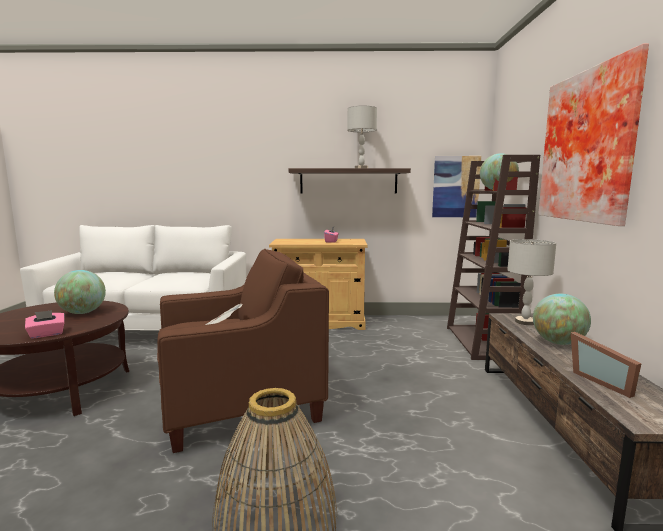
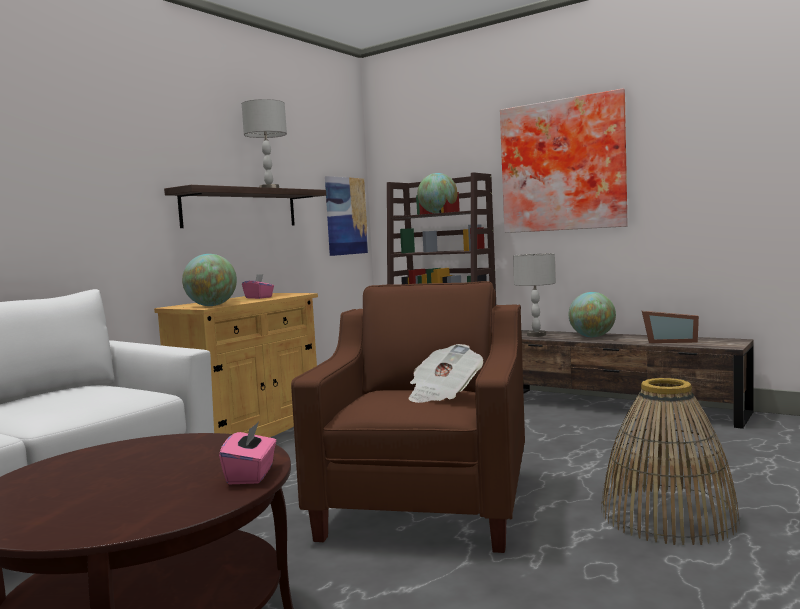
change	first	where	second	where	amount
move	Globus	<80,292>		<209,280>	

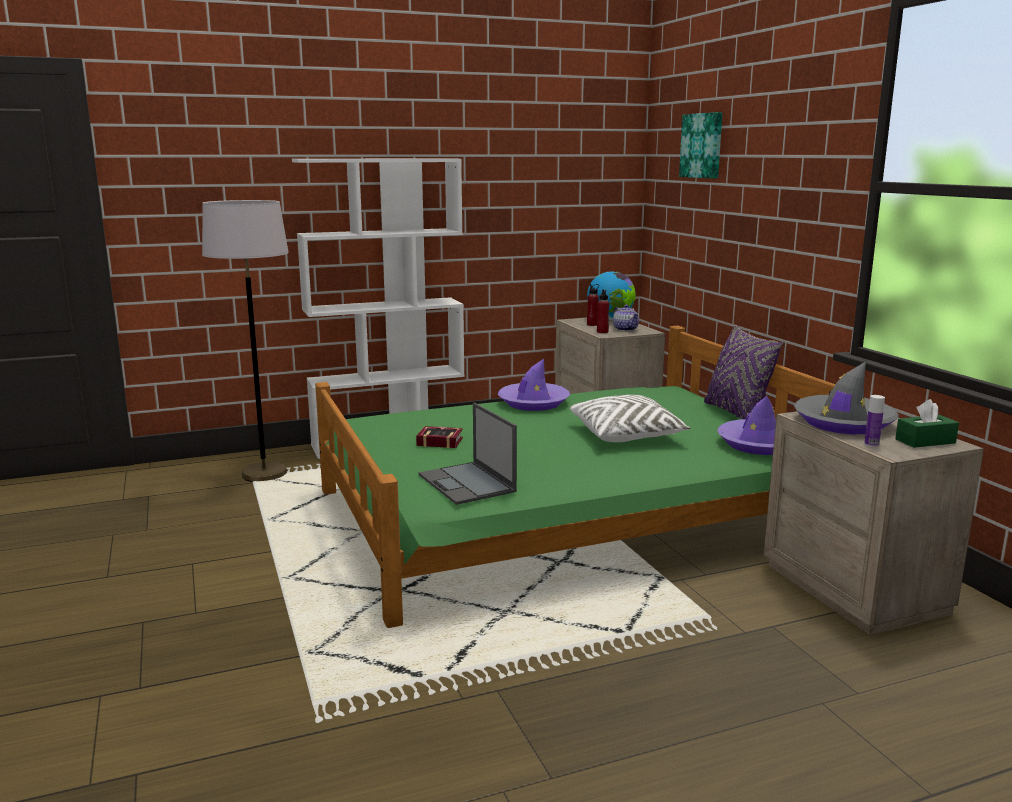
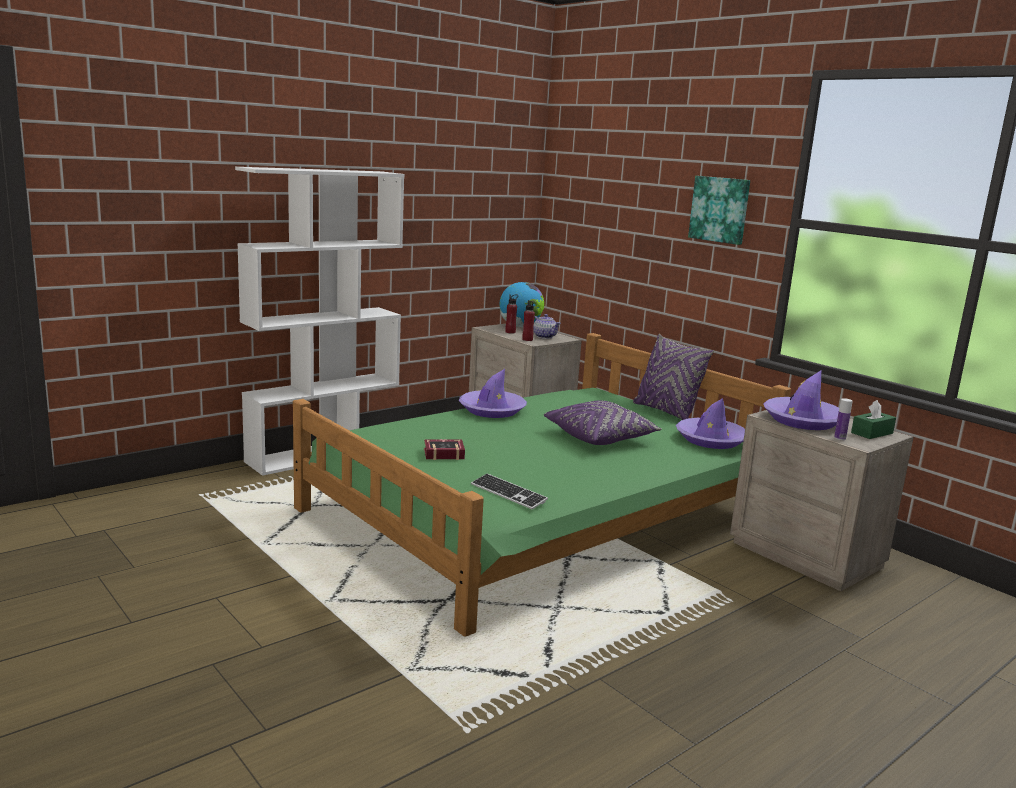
change	first	where	second	where	amount
replace	Laptop	<468,454>	Tastatur	<509,491>	
recolor	Kissen (weiß)	<629,418>	Kissen (lila)	<603,423>	
move	Bild	<701,145>		<719,210>	
recolor	Hut (grau)	<846,397>	Hut (lila)	<801,400>	
delete	Stehlampe (grau)	<245,341>			

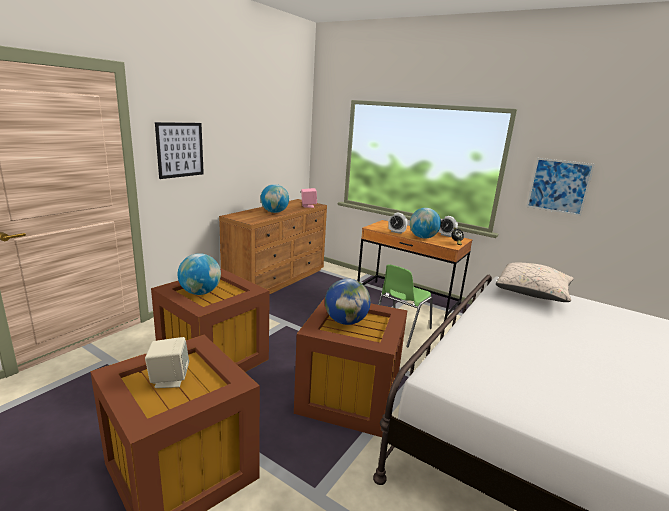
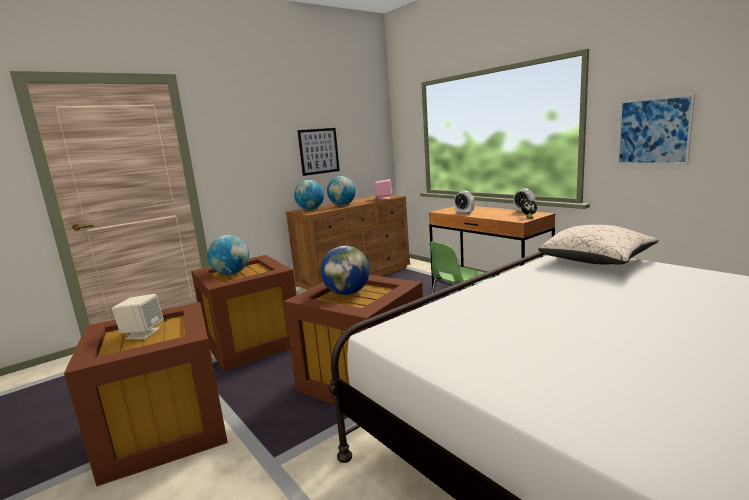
change	first	where	second	where	amount
move	Globus	<425,223>		<309,195>	
move	Bild	<179,150>		<318,152>	

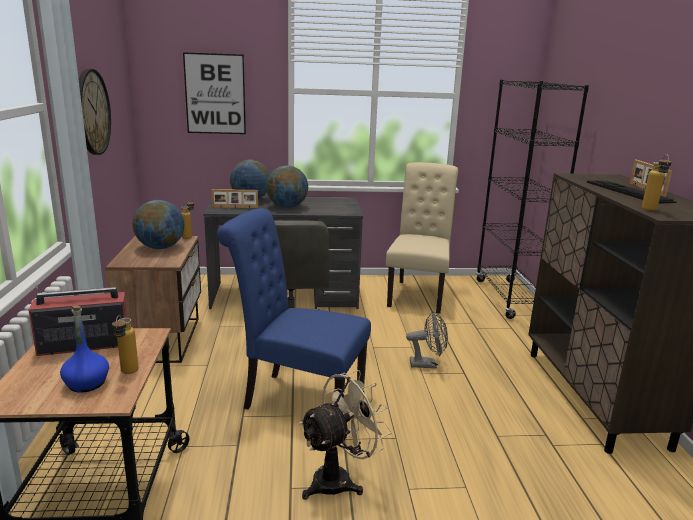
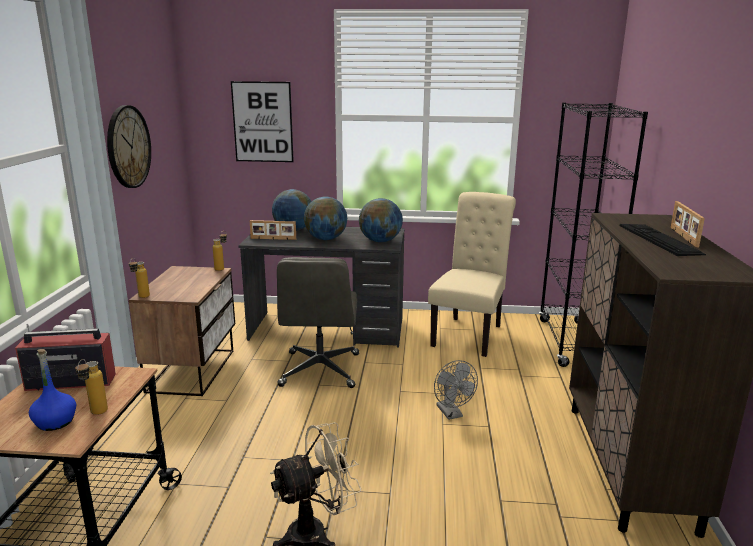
change	first	where	second	where	amount
move	Flasche	<656,182>		<139,278>	
move	Globus	<158,224>		<381,220>	
rotate	Ventilator (grau)	<427,339>		<456,390>	60 degrees clockwise
delete	Stuhl (blau)	<294,308>			

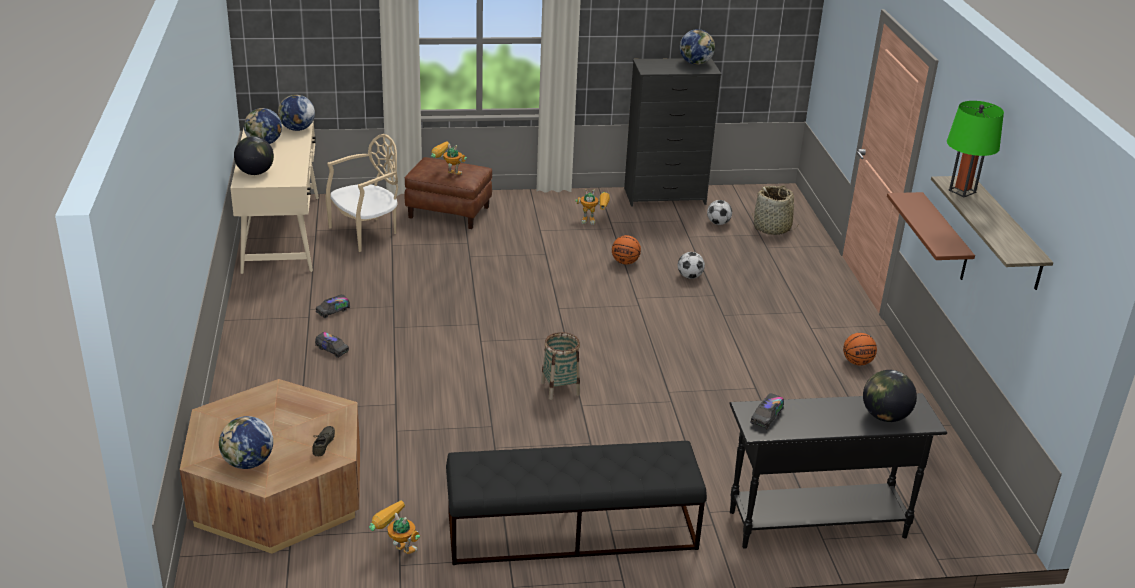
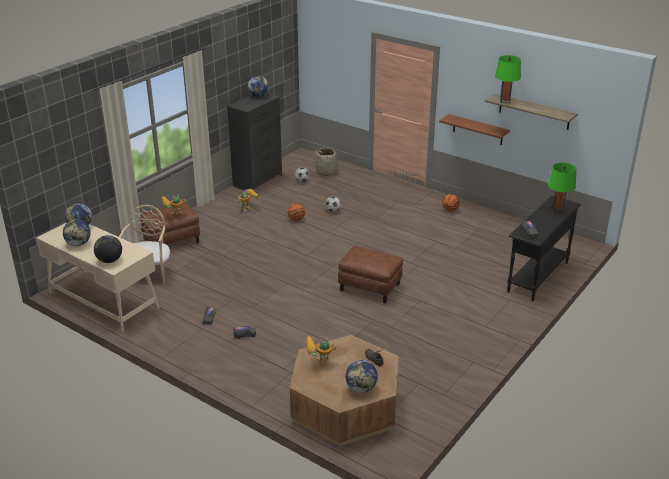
change	first	where	second	where	amount
move	Spielzeugroboter	<394,527>		<321,349>	
replace	Korb	<560,366>	Polsterhocker (braun)	<370,275>	
replace	Globus	<890,396>	Tischlampe (grün)	<562,188>	
delete	Bank (schwarz)	<576,503>			

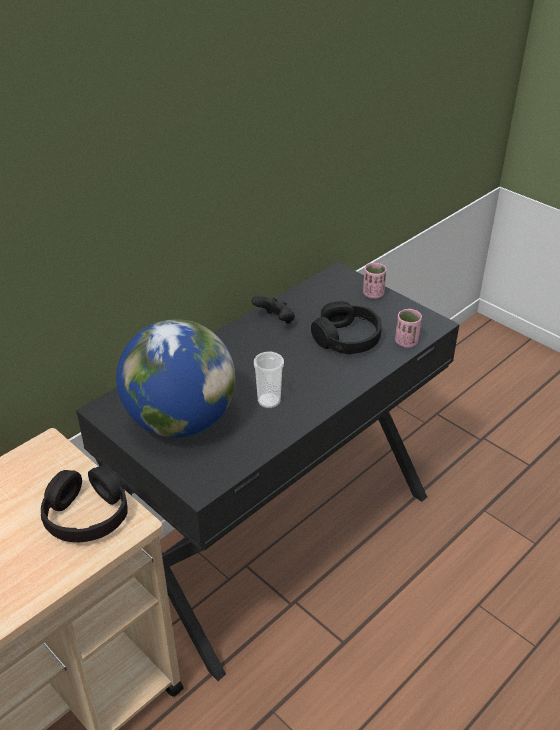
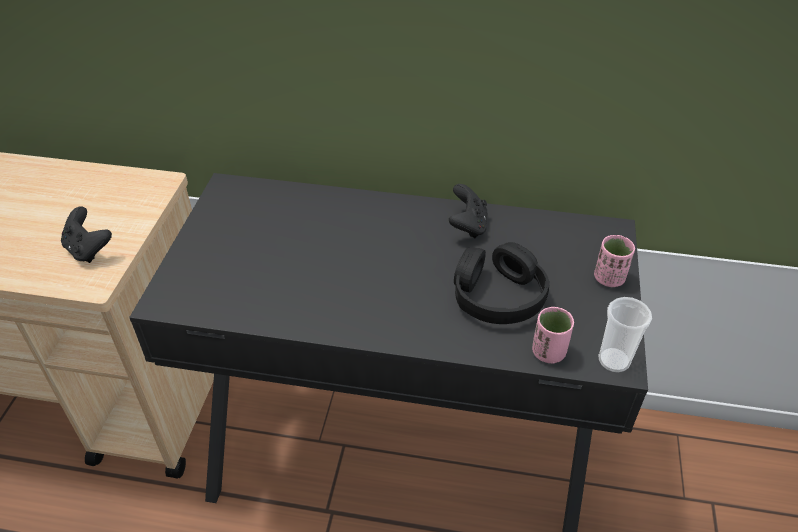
change	first	where	second	where	amount
replace	Kopfhörer (schwarz)	<84,503>	Gamepad (schwarz)	<86,234>	
move	Tasse	<269,380>		<625,335>	
delete	Globus	<176,378>			

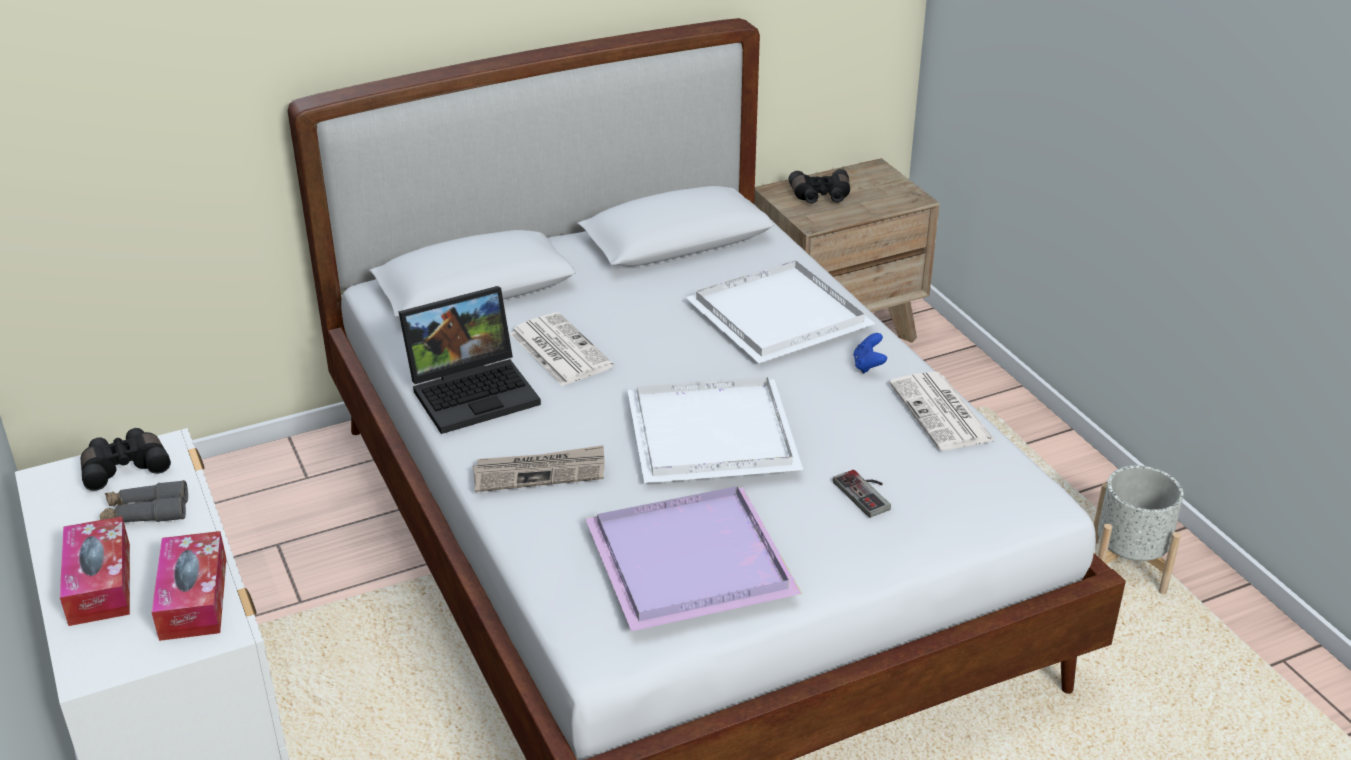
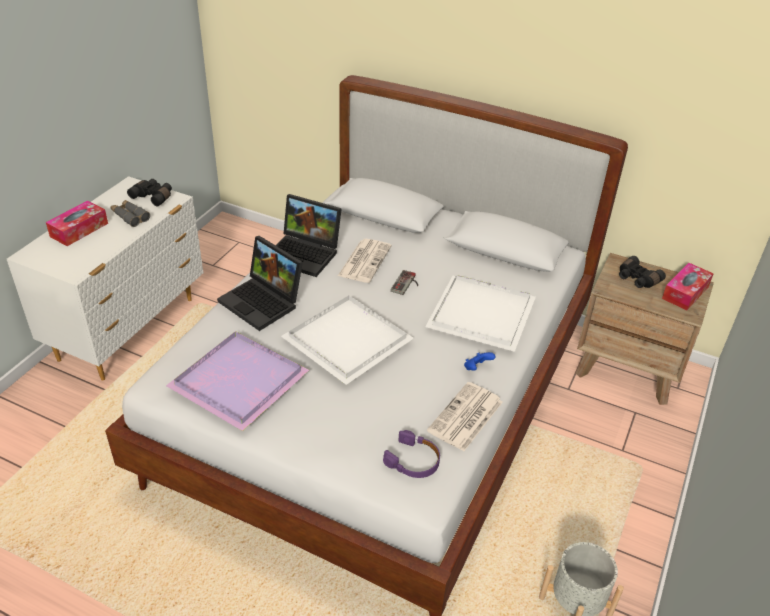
change	first	where	second	where	amount
replace	Zeitung	<539,468>	Laptop	<260,283>	
insert			Kopfhörer (lila)	<411,454>	
move	Gamepad	<862,494>		<404,282>	
move	Taschentuchbox	<189,586>		<688,286>	

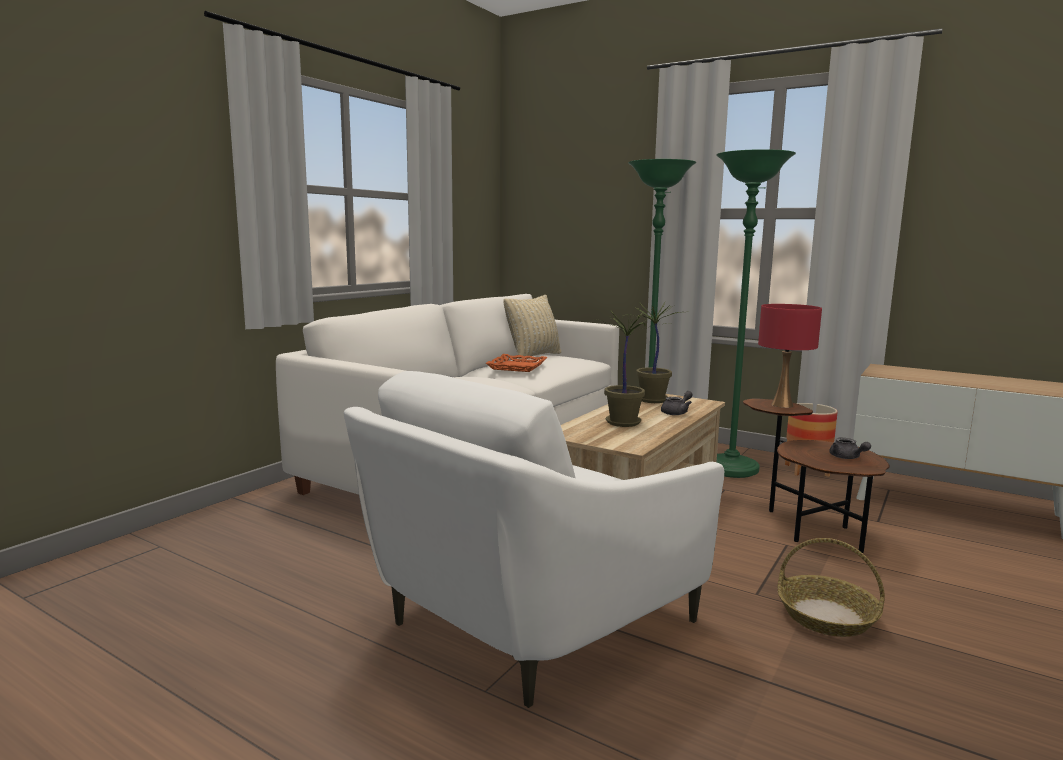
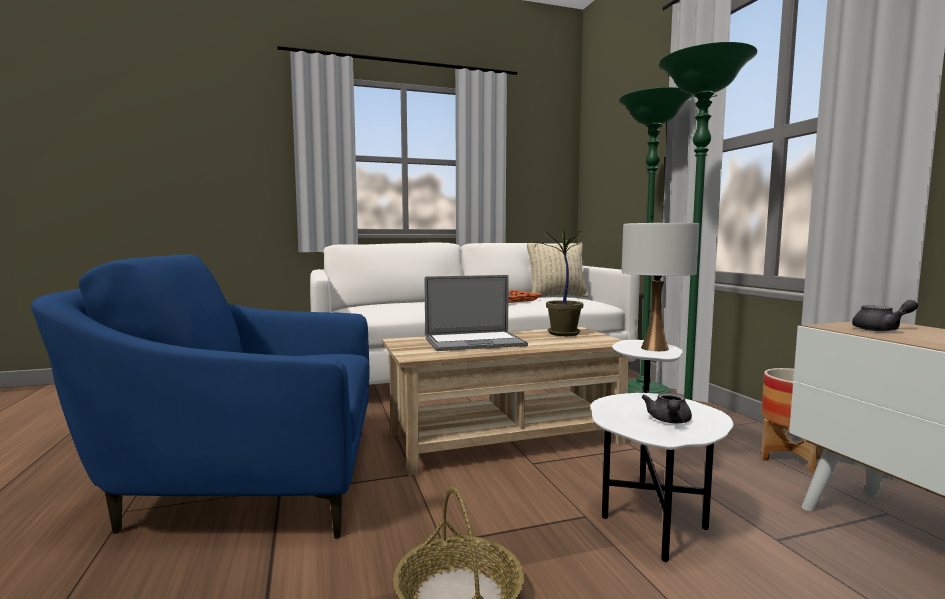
change	first	where	second	where	amount
recolor	Sessel (weiß)	<534,539>	Sessel (blau)	<200,396>	
replace	Topfpflanze	<628,369>	Laptop	<476,313>	
recolor	Beistelltisch (braun)	<816,475>	Beistelltisch (weiß)	<662,451>	
recolor	Tischlampe (rot)	<790,356>	Tischlampe (weiß)	<660,287>	
move	Teekanne (grau)	<677,403>		<885,315>	

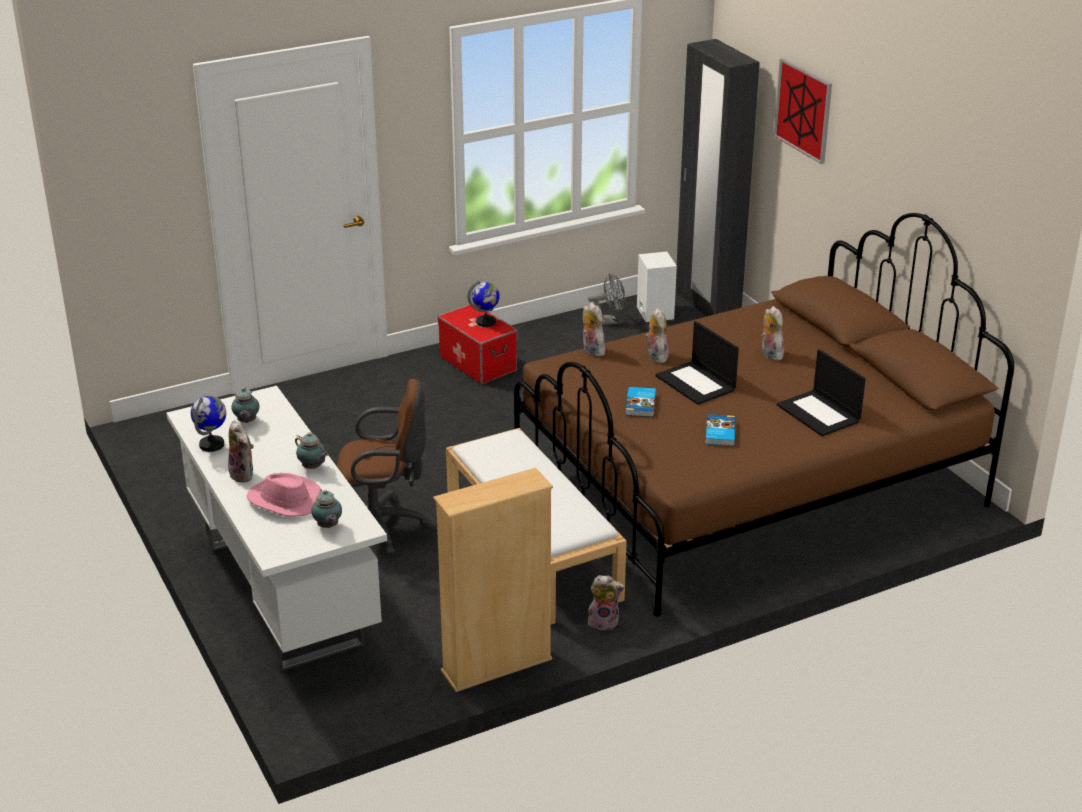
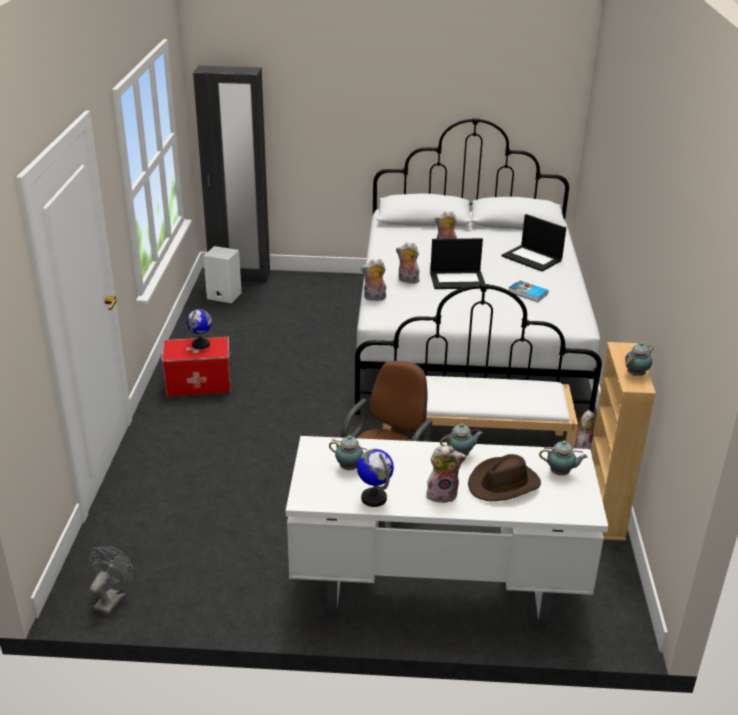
change	first	where	second	where	amount
move	Ventilator (grau)	<606,299>		<112,580>	
recolor	Bett (braun)	<764,415>	Bett (weiß)	<478,266>	
recolor	Hut (rosa)	<284,495>	Hut (braun)	<504,477>	
rotate	Laptop	<821,392>		<534,243>	45 degrees clockwise
insert			Teekanne	<639,359>	
delete	Buch	<640,402>			
delete	Bild	<803,111>			

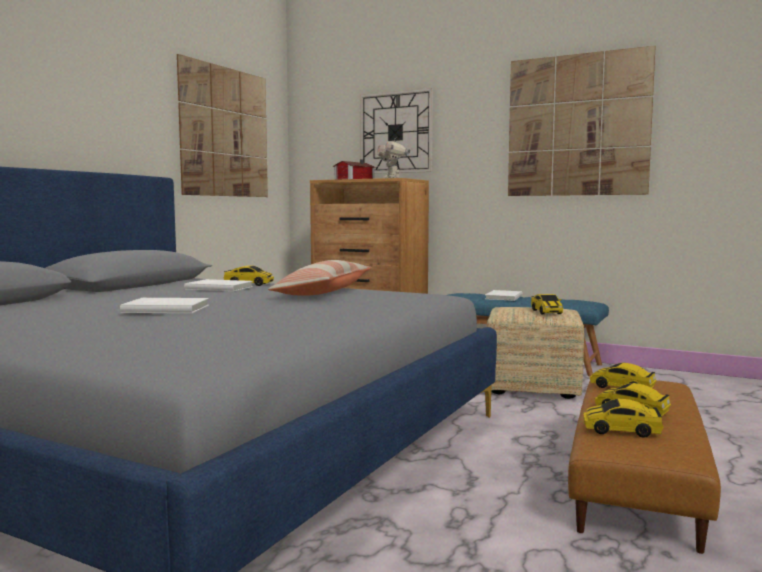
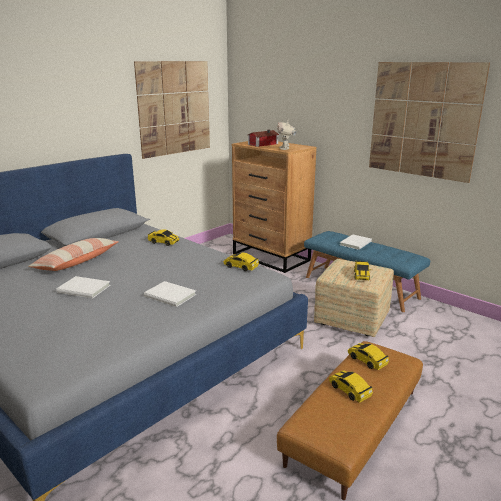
change	first	where	second	where	amount
move	Kissen	<320,278>		<73,254>	
move	Buch (weiß)	<218,285>		<170,294>	
move	Spielzeugauto	<623,418>		<241,261>	
delete	Wanduhr	<396,131>			

